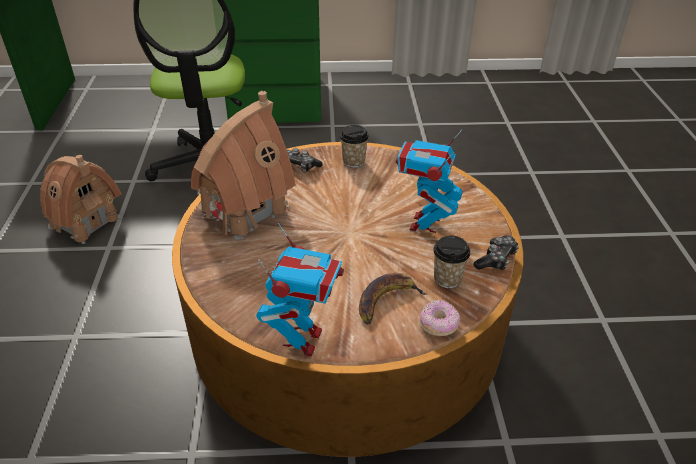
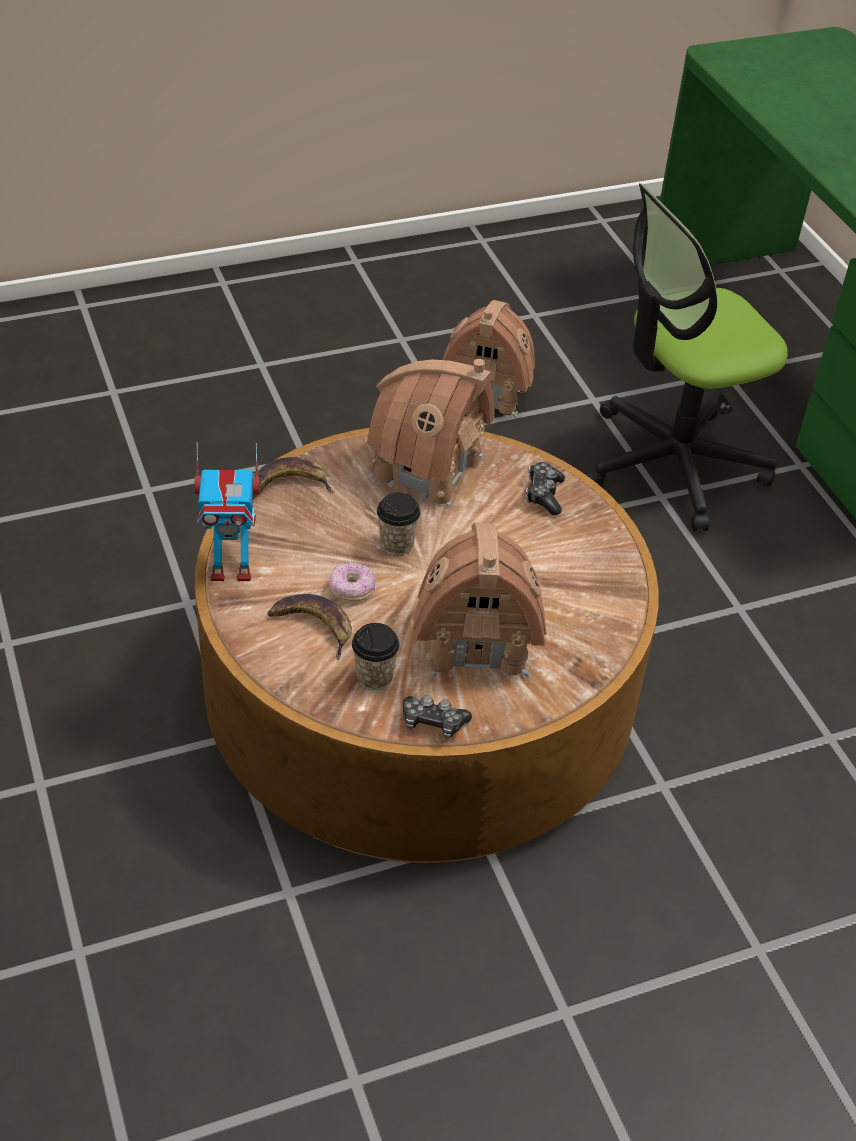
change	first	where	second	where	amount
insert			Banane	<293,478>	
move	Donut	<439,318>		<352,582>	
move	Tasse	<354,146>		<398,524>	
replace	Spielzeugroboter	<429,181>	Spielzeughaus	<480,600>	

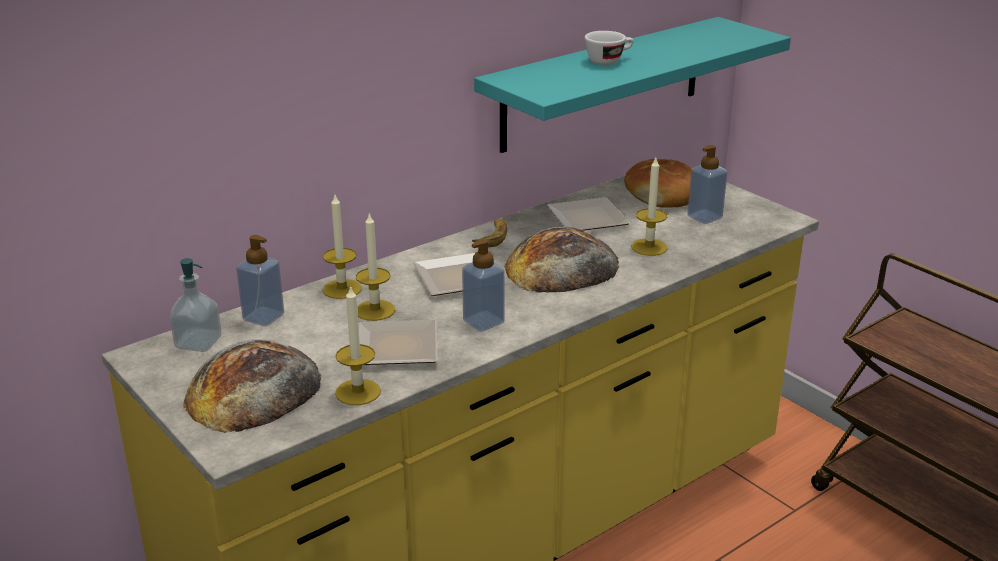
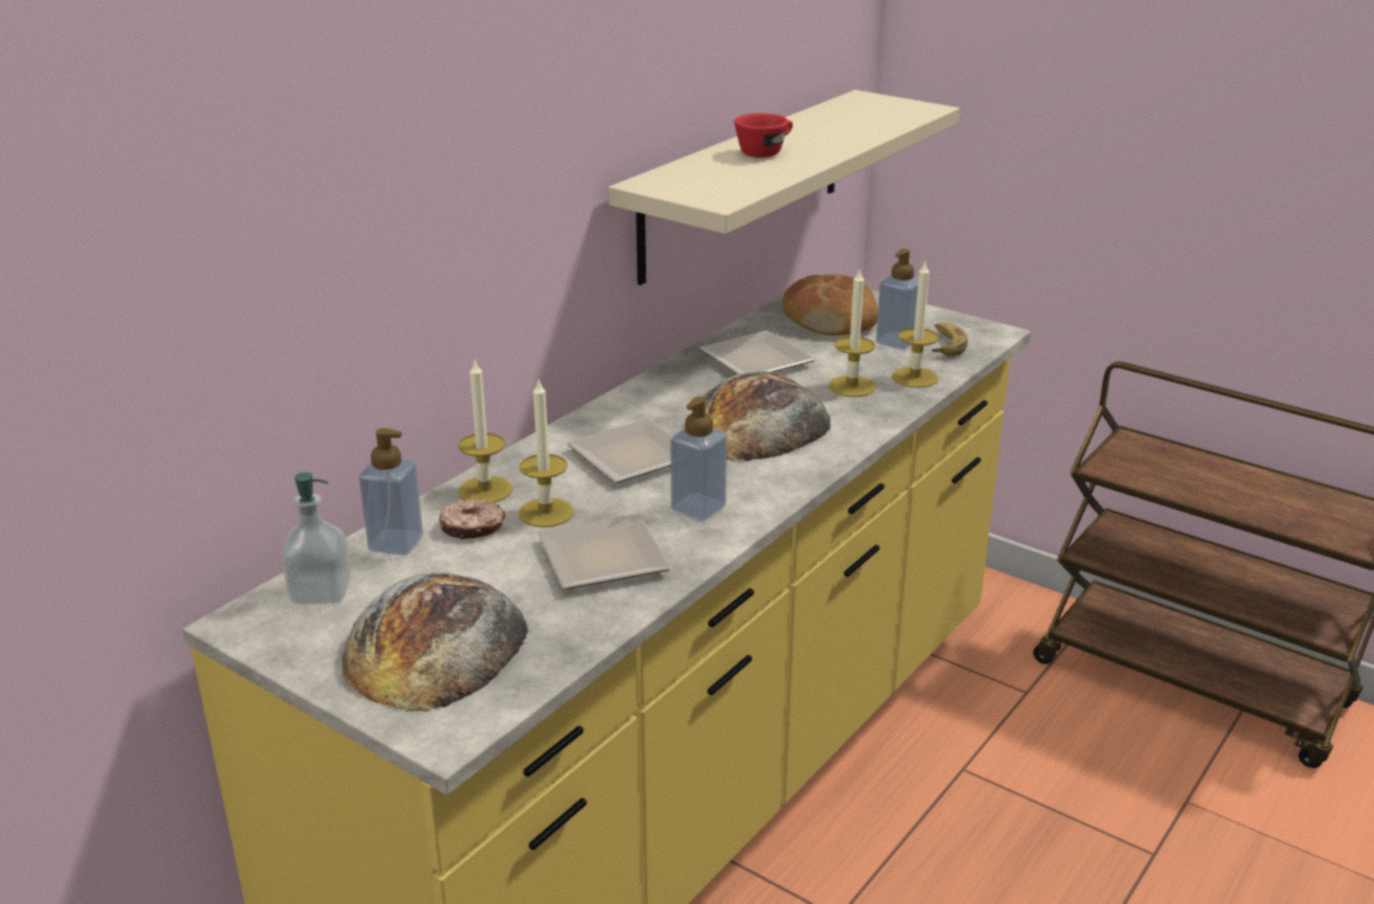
change	first	where	second	where	amount
insert			Donut	<472,519>	
recolor	Wandregal (türkis)	<632,85>	Wandregal (beige)	<784,187>	
recolor	Tasse (weiß)	<609,48>	Tasse (rot)	<763,135>	
move	Kerze	<358,345>		<915,325>	
move	Banane	<490,233>		<949,339>	

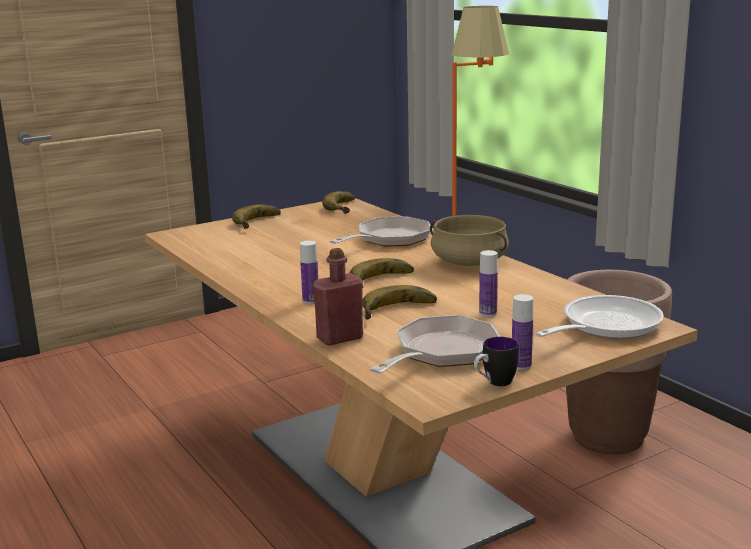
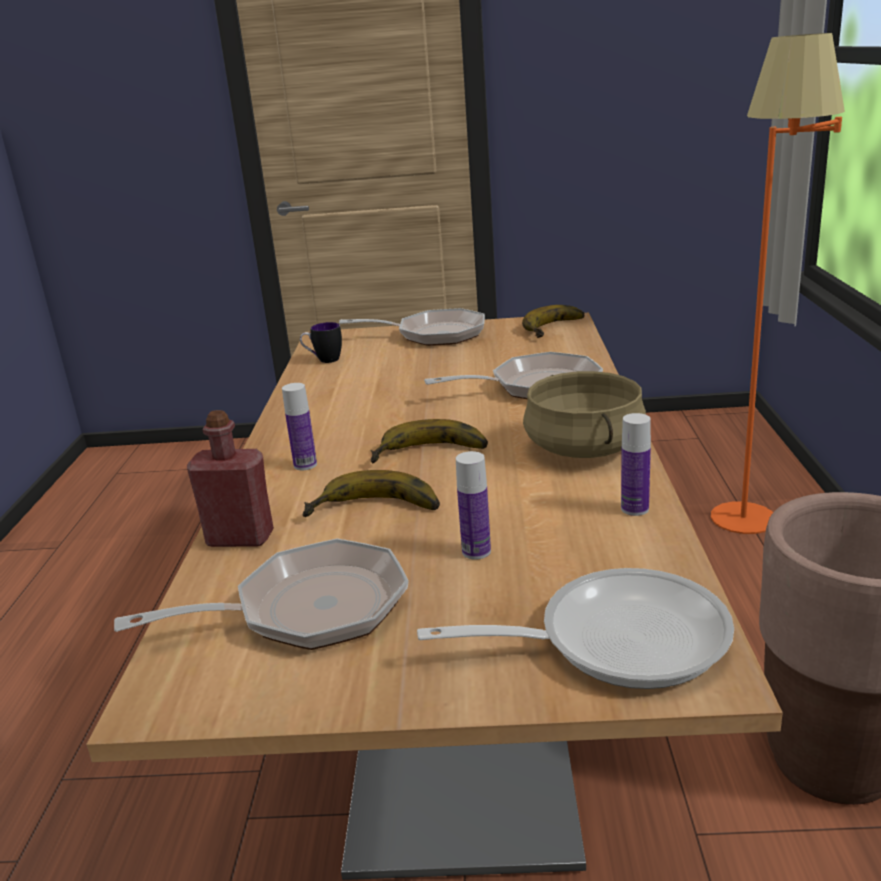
change	first	where	second	where	amount
move	Henkelbecher	<496,361>		<321,342>	
replace	Banane	<256,216>	Pfanne	<412,327>	
move	Flasche	<522,332>		<636,464>	

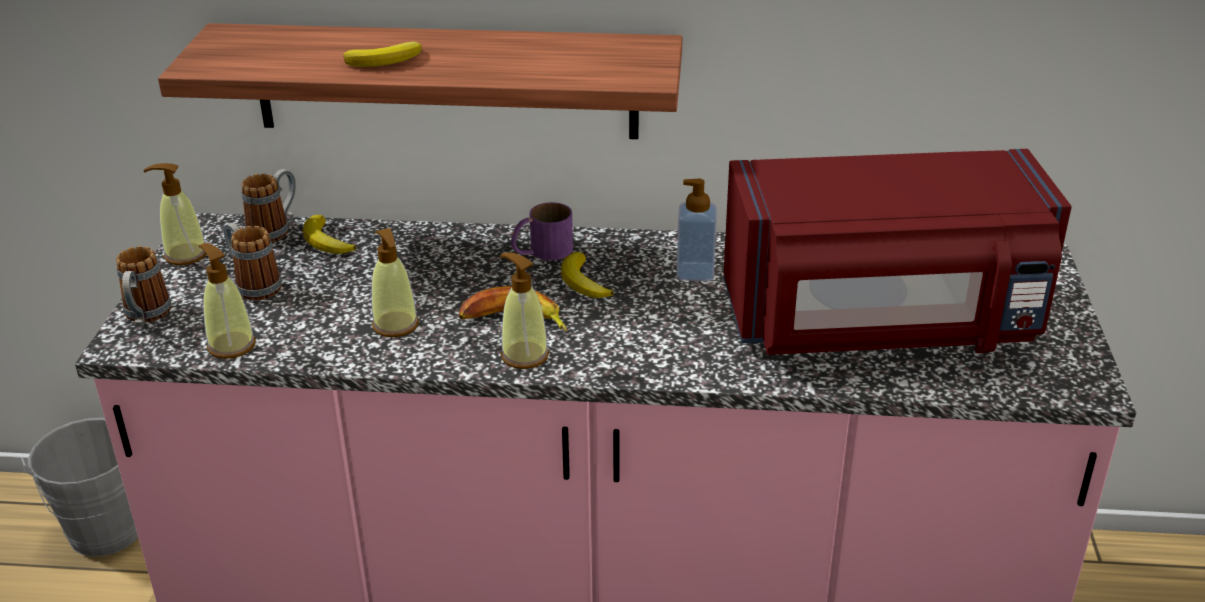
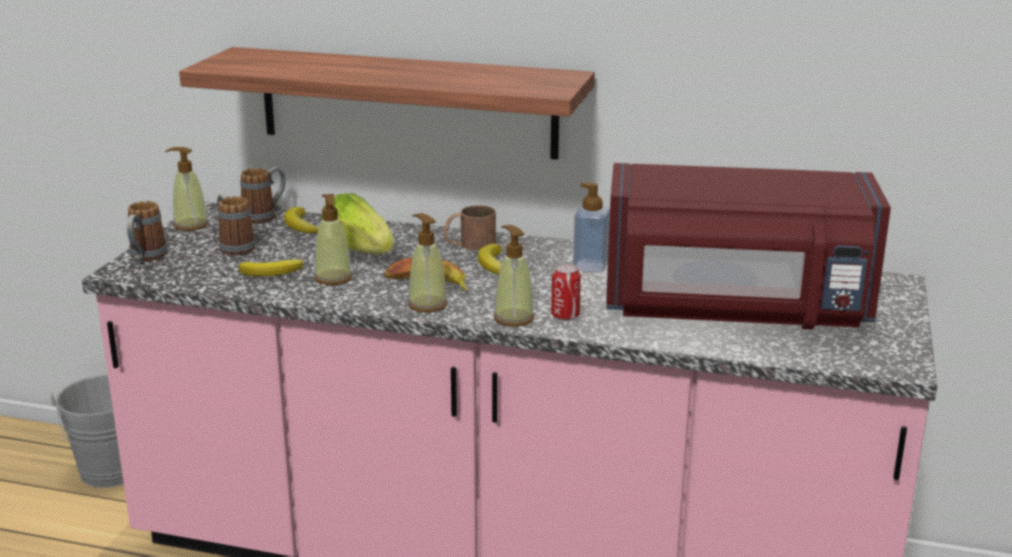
change	first	where	second	where	amount
move	Banane	<382,54>		<271,267>	
insert			Salatkopf	<357,223>	
recolor	Henkelbecher (lila)	<542,231>	Henkelbecher (braun)	<469,228>	
move	Seifenspender	<227,301>		<514,275>	
insert			Dose	<566,292>	

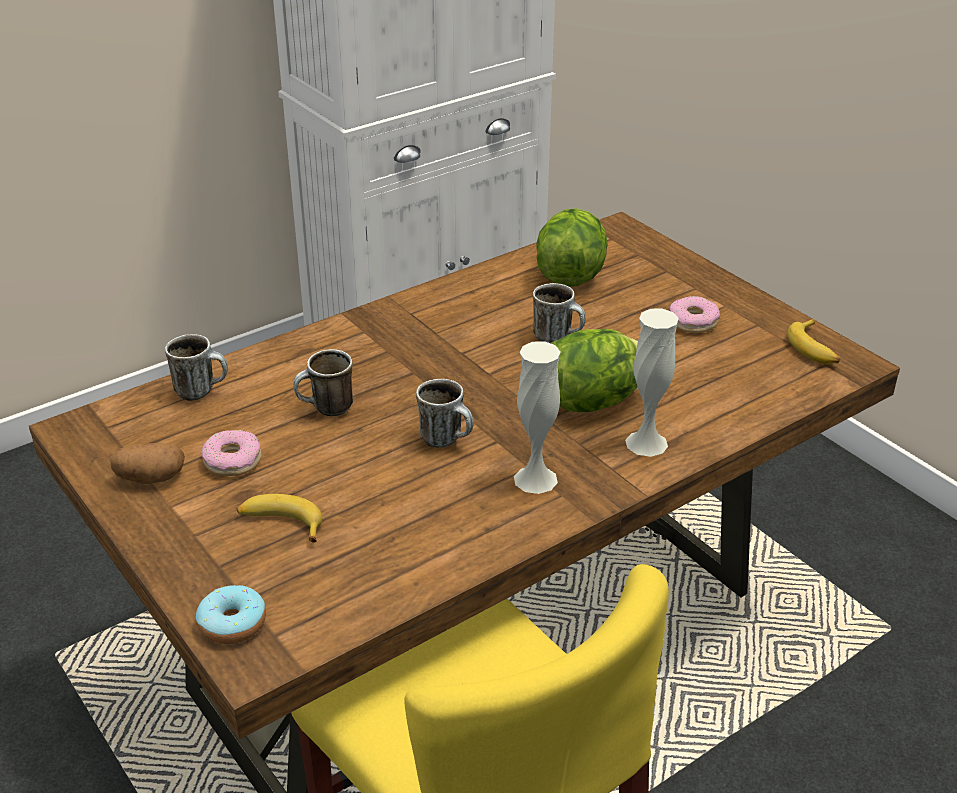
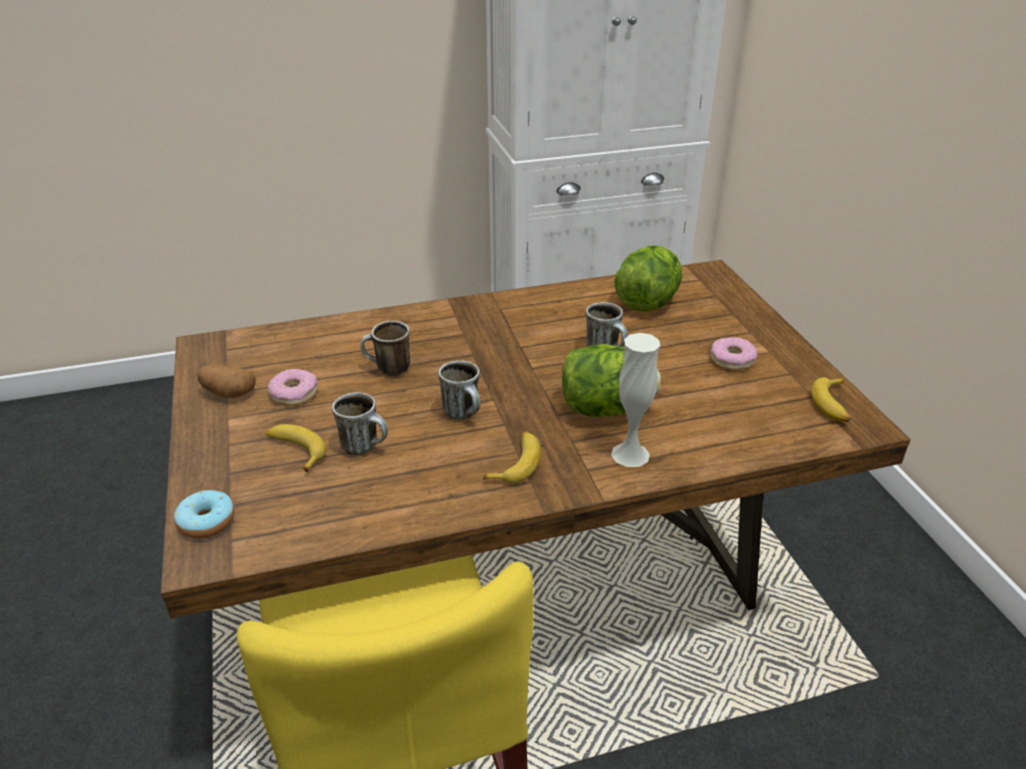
change	first	where	second	where	amount
move	Henkelbecher	<196,367>		<360,423>	
replace	Vase (weiß)	<537,417>	Banane	<512,458>	

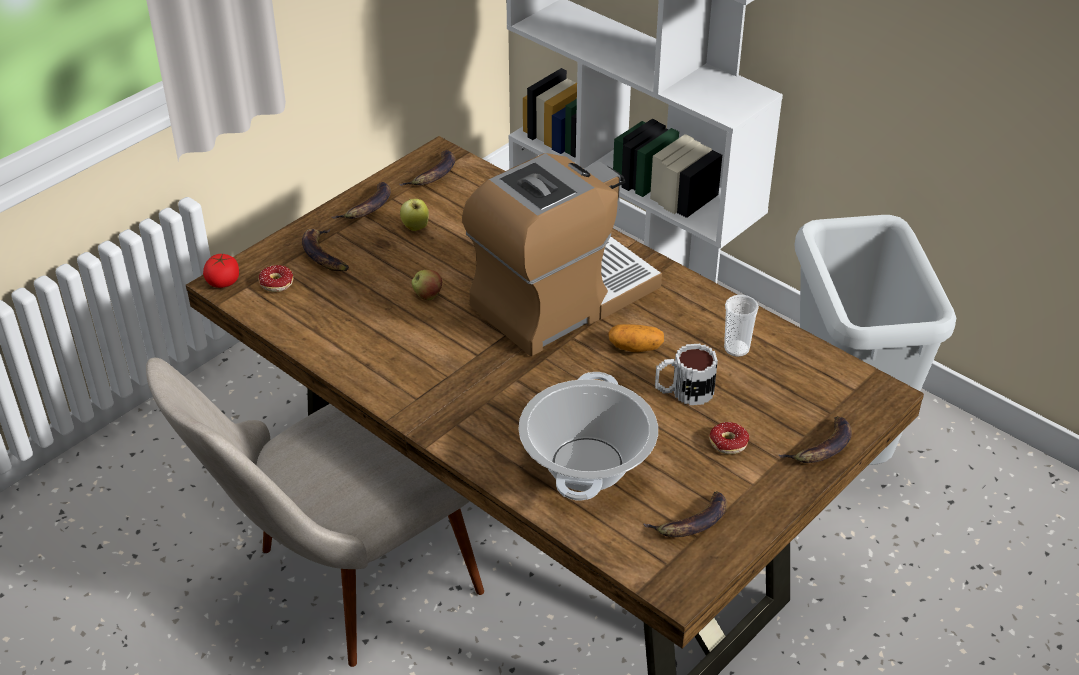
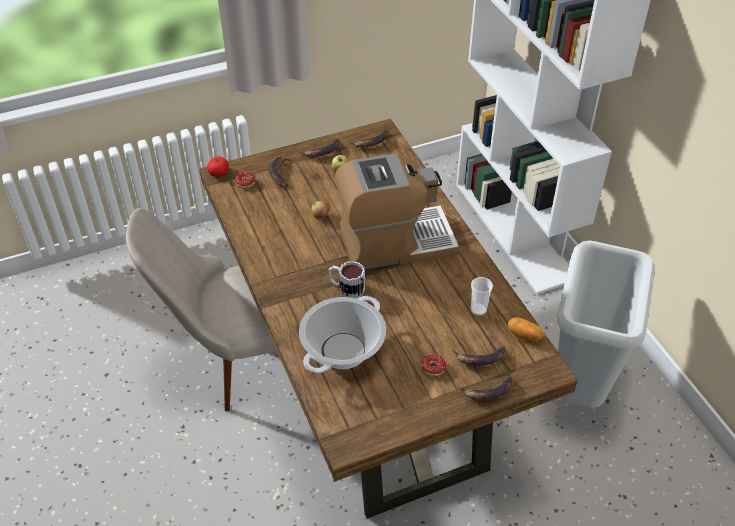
change	first	where	second	where	amount
move	Henkelbecher	<686,374>		<346,279>	
move	Banane	<685,514>		<479,356>	
move	Kartoffel	<636,338>		<526,329>	

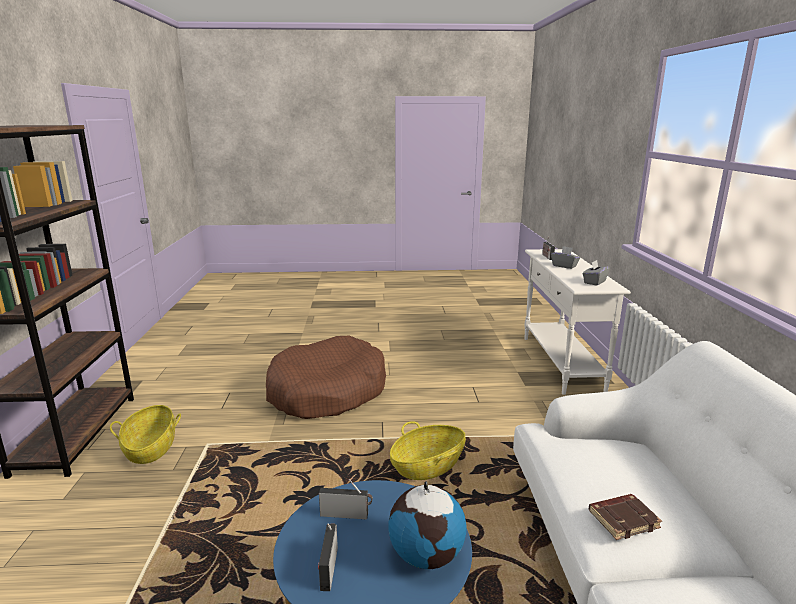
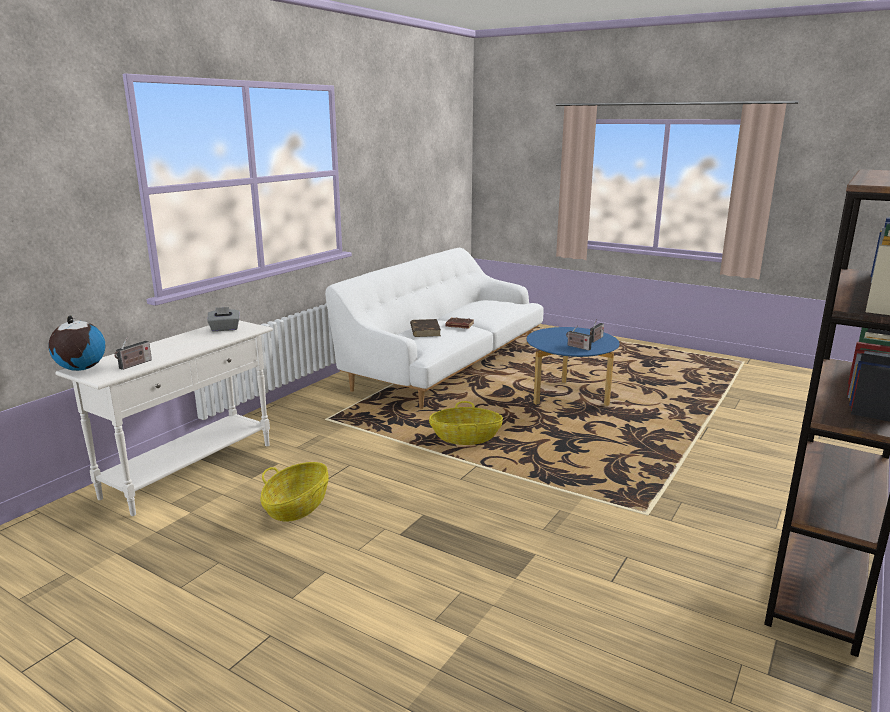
change	first	where	second	where	amount
move	Globus	<427,525>		<77,343>	
move	Korb	<145,434>		<295,492>	
insert			Buch (braun)	<425,328>	
delete	Hundebett (braun)	<326,377>			
delete	Taschentuchbox (grau)	<565,257>			

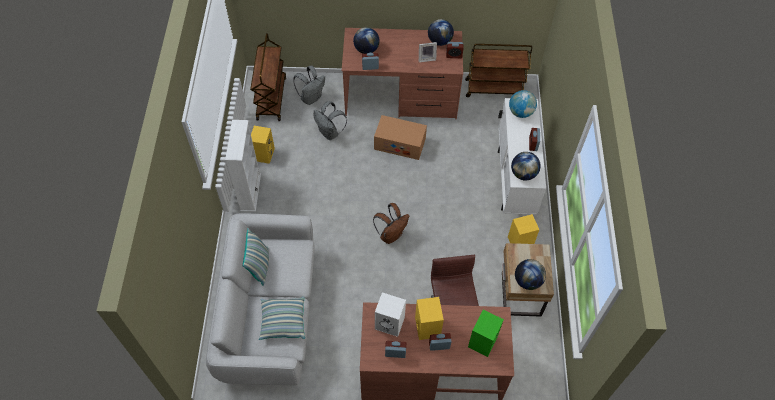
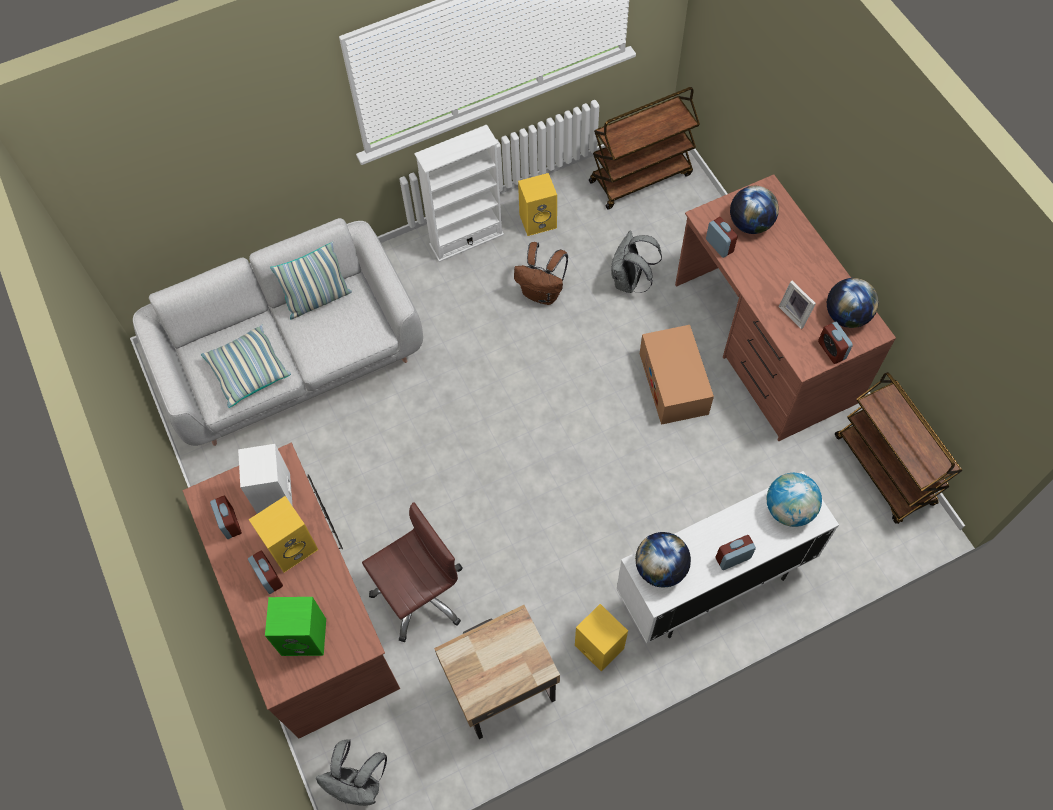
change	first	where	second	where	amount
move	Rucksack (grau)	<309,85>		<351,773>	
move	Rucksack (braun)	<391,223>		<541,273>	
delete	Globus	<530,274>			

